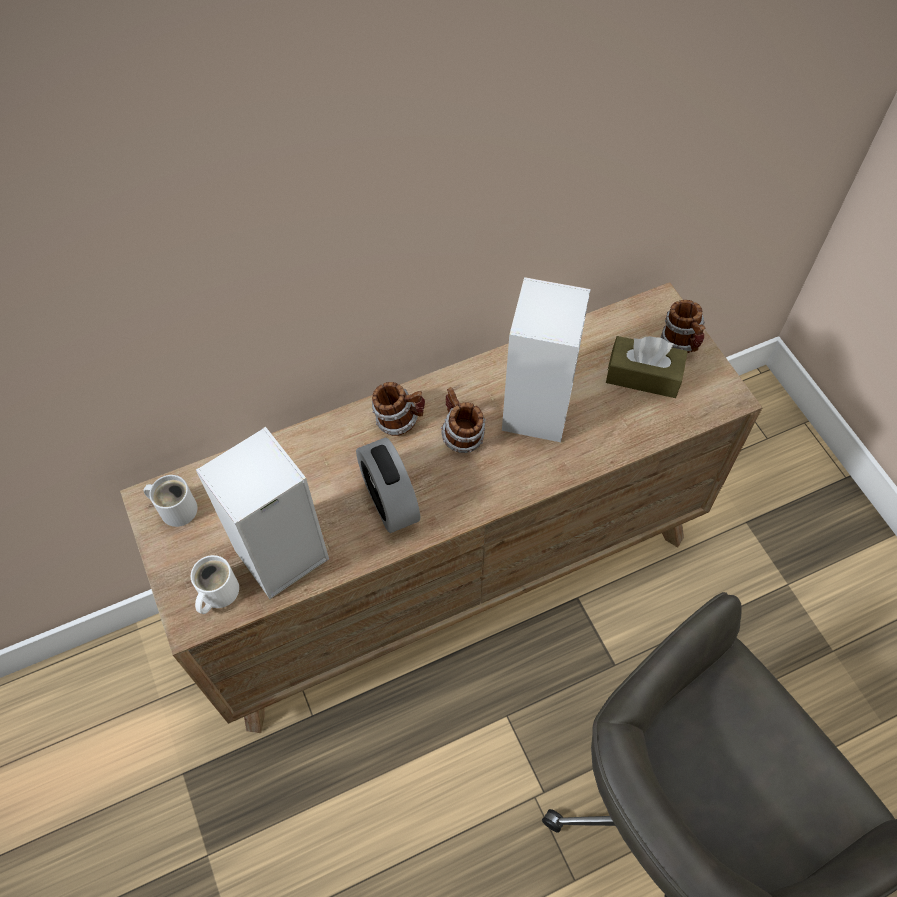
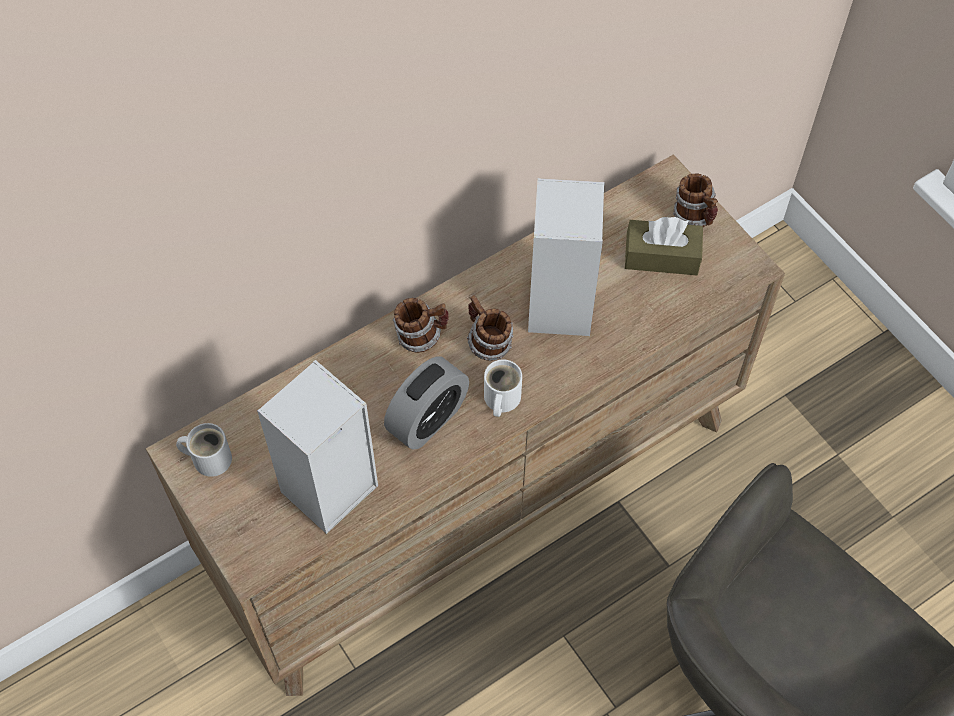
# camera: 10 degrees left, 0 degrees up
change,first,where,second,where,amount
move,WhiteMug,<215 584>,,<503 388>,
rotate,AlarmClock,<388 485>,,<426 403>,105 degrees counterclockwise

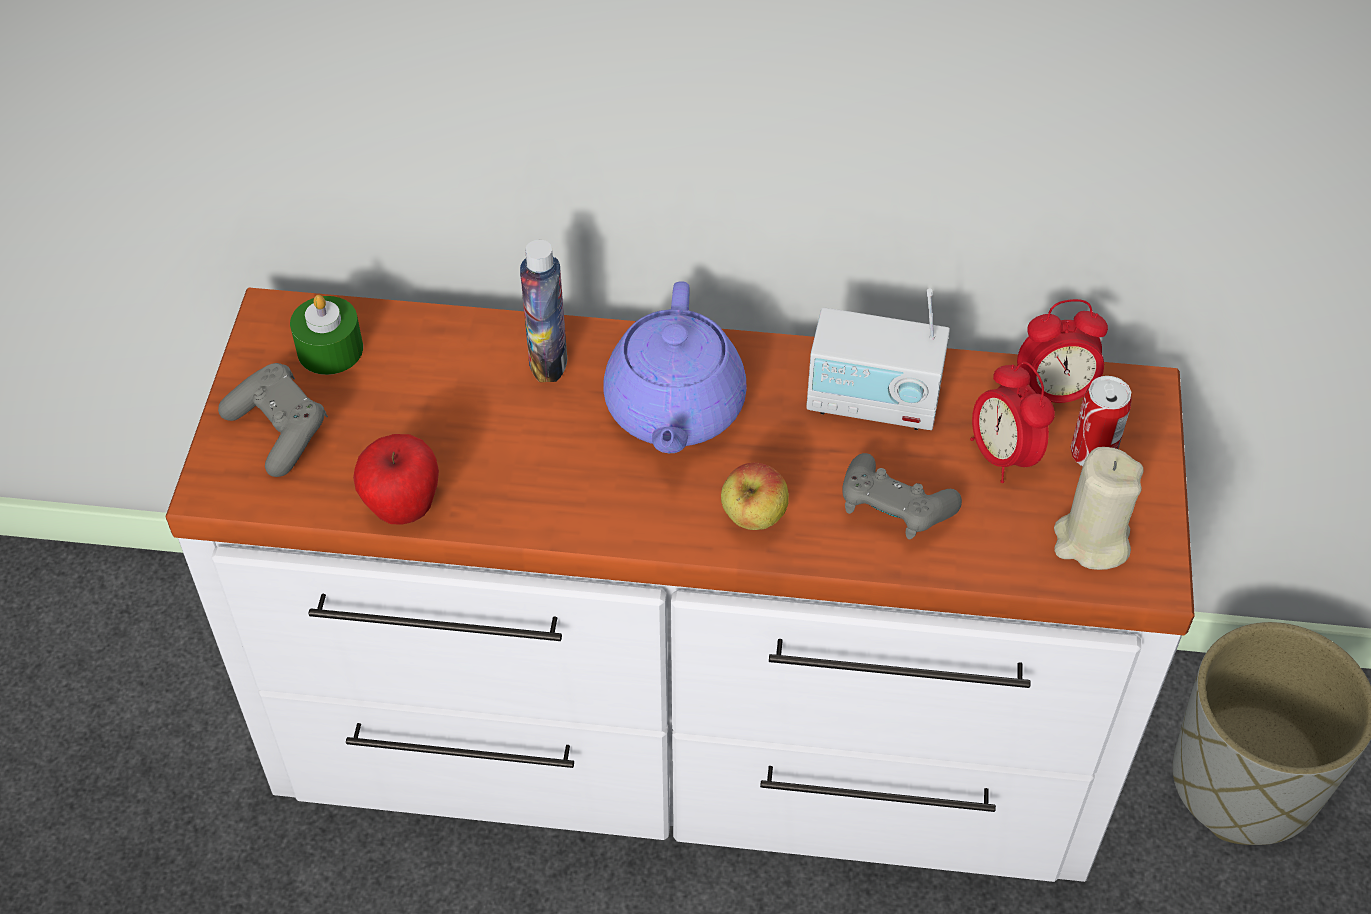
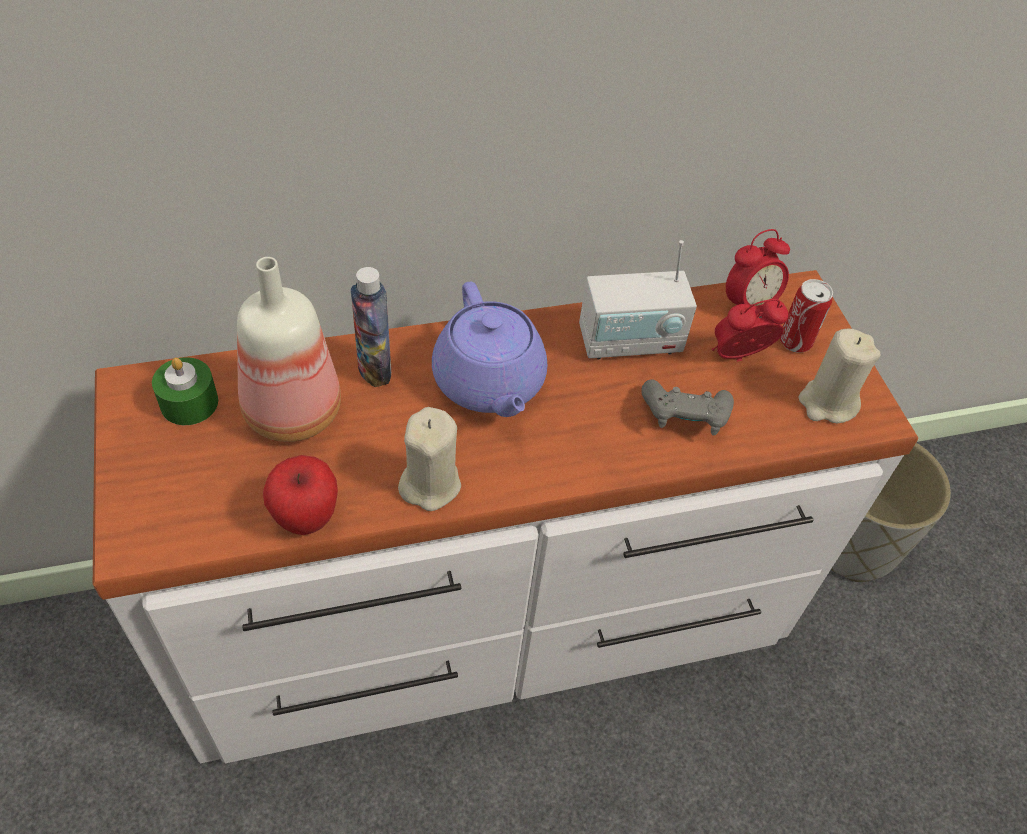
# camera: 25 degrees left, 0 degrees up
change,first,where,second,where,amount
delete,GreyGameController,<273 420>,,,
delete,Apple,<755 496>,,,
rotate,AlarmClock,<1012 422>,,<750 330>,120 degrees clockwise
insert,,,Bottle,<289 349>,
insert,,,BeigeCandle,<429 459>,

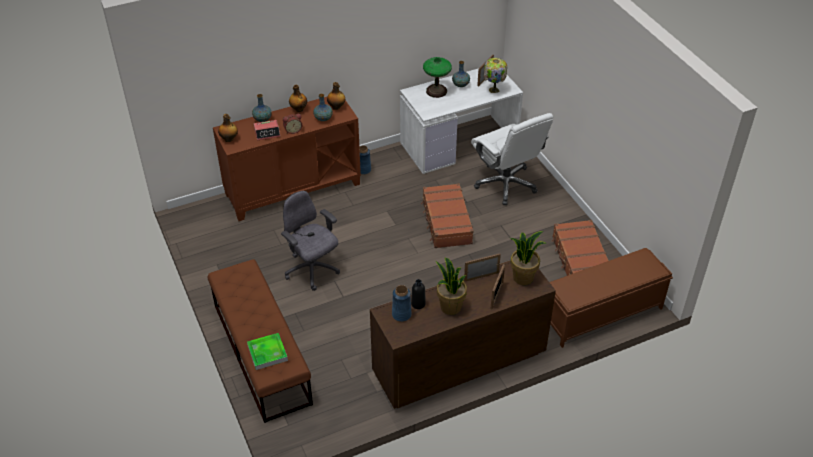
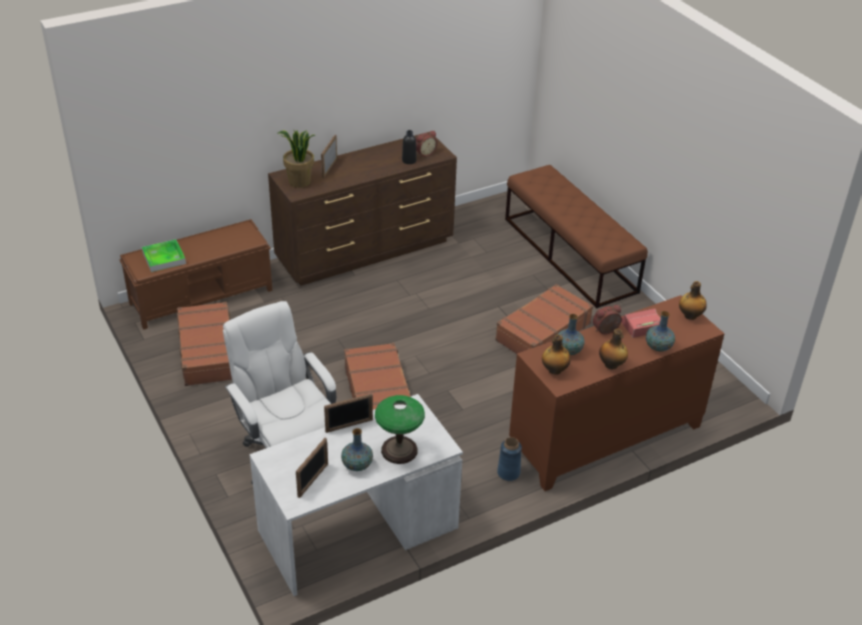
# camera: 175 degrees right, 5 degrees down
change,first,where,second,where,amount
move,Tray,<267 351>,,<164 255>,
replace,GreyOfficeChair,<310 241>,BrownSuitcase,<544 319>,
replace,BlueVase,<402 303>,AlarmClock,<426 144>,
delete,PottedPlant,<451 286>,,,
move,PictureFrame,<482 268>,,<348 413>,
delete,TableLamp,<495 75>,,,

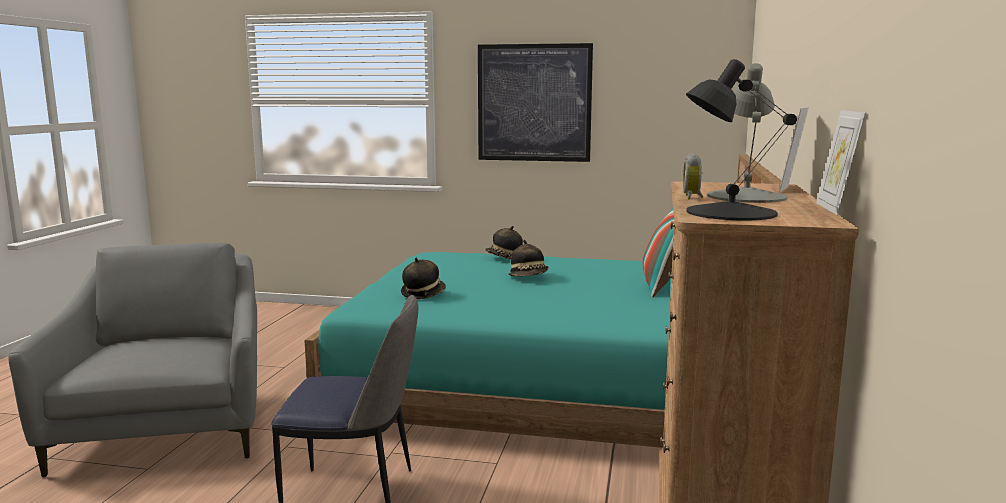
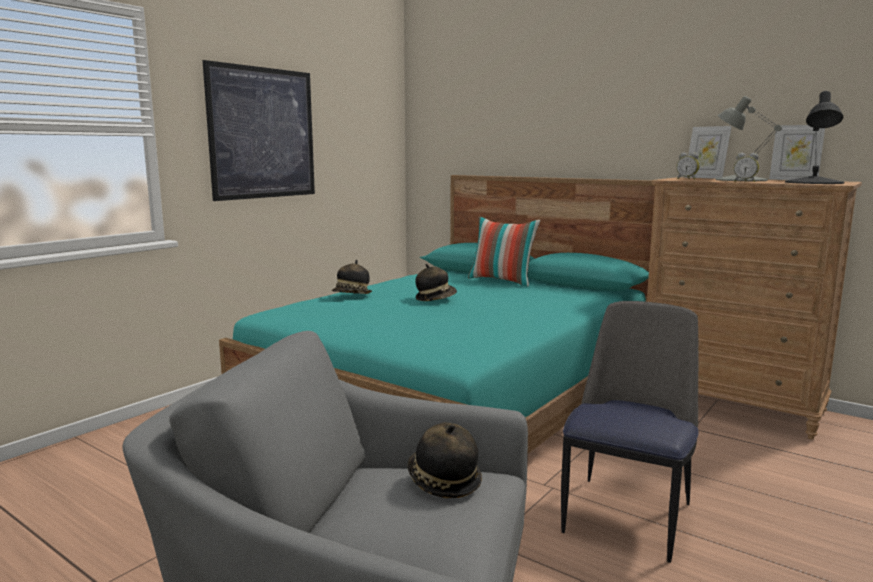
# camera: 65 degrees left, 0 degrees up
change,first,where,second,where,amount
move,Hat,<423 278>,,<445 460>,
insert,,,AlarmClock,<687 166>,

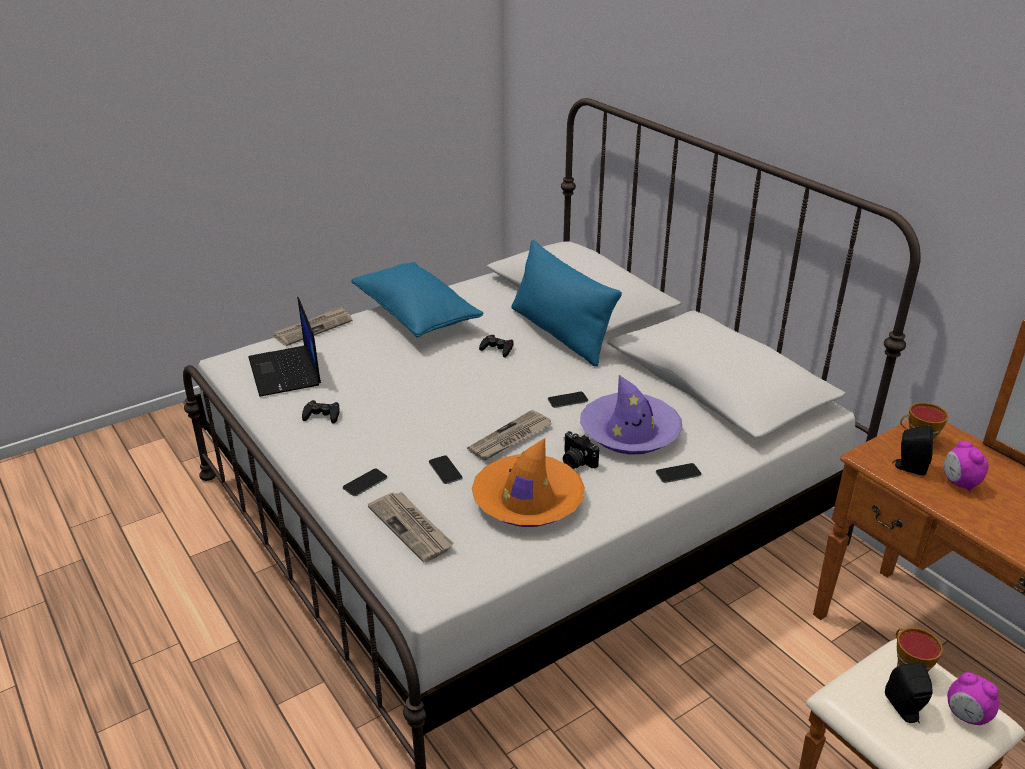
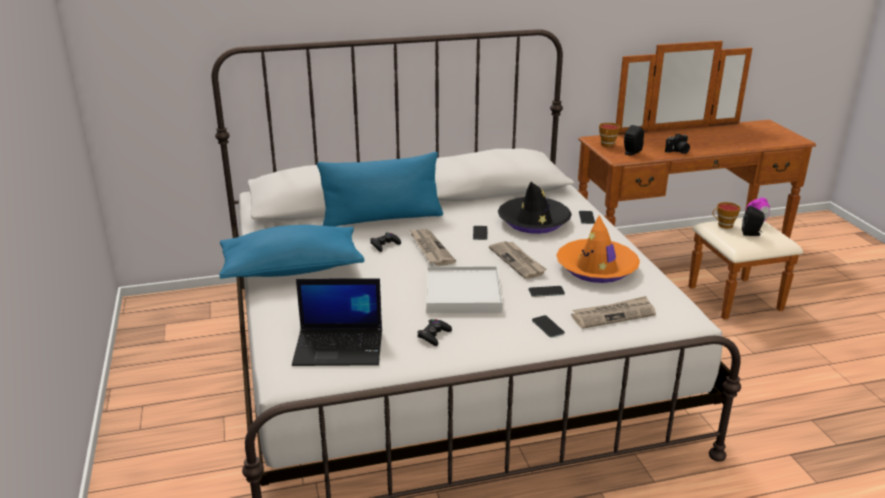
# camera: 70 degrees left, 5 degrees down
change,first,where,second,where,amount
move,Newspaper,<313 326>,,<433 247>,
move,PhotoCamera,<581 450>,,<677 143>,
recolor,PurpleHat,<631 415>,BlackHat,<535 208>,
delete,AlarmClock,<966 466>,,,
insert,,,WhiteTray,<464 289>,

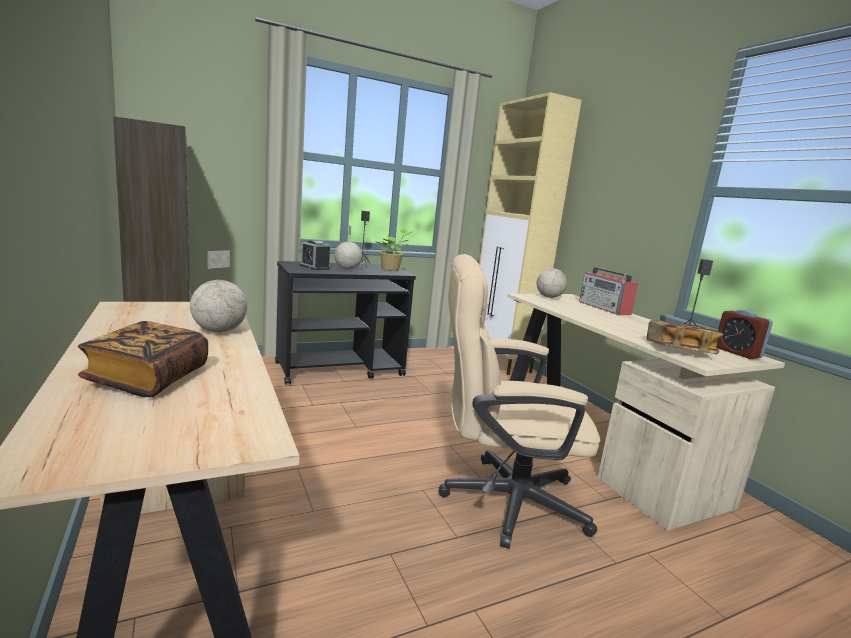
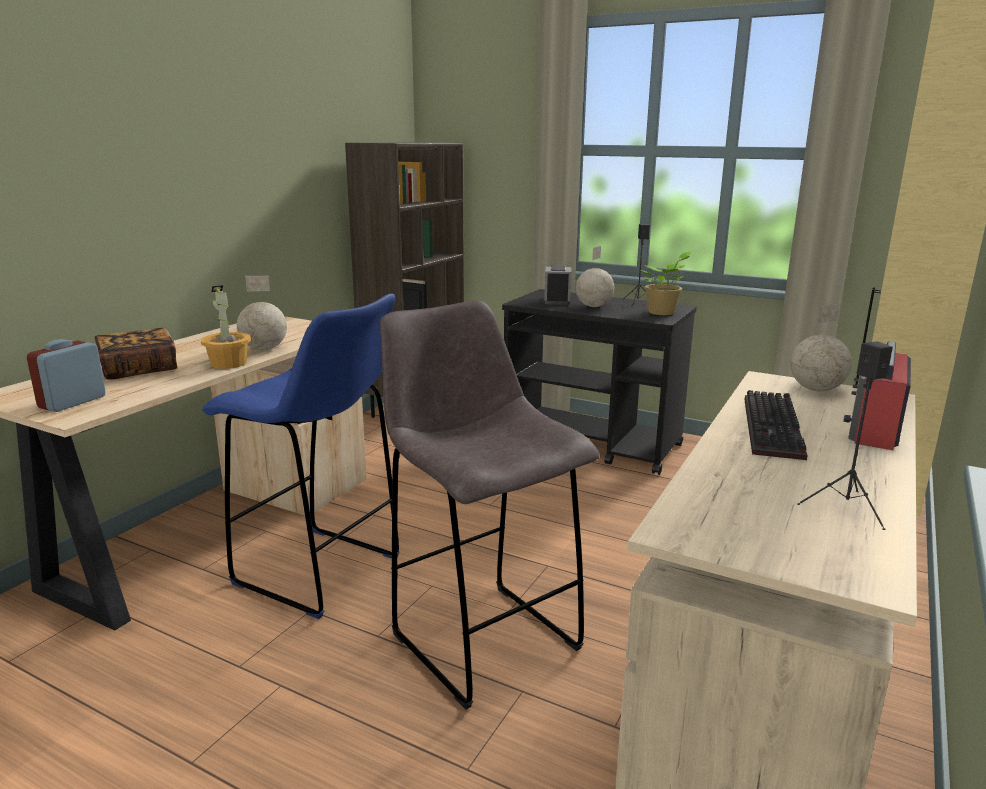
# camera: 55 degrees right, 5 degrees up
change,first,where,second,where,amount
replace,BeigeOfficeChair,<520 401>,GreyStool,<490 504>,
delete,Book,<685 337>,,,
move,AlarmClock,<745 334>,,<66 375>,
insert,,,PottedPlant,<226 327>,
insert,,,BlueStool,<301 456>,
insert,,,Keyboard,<776 425>,

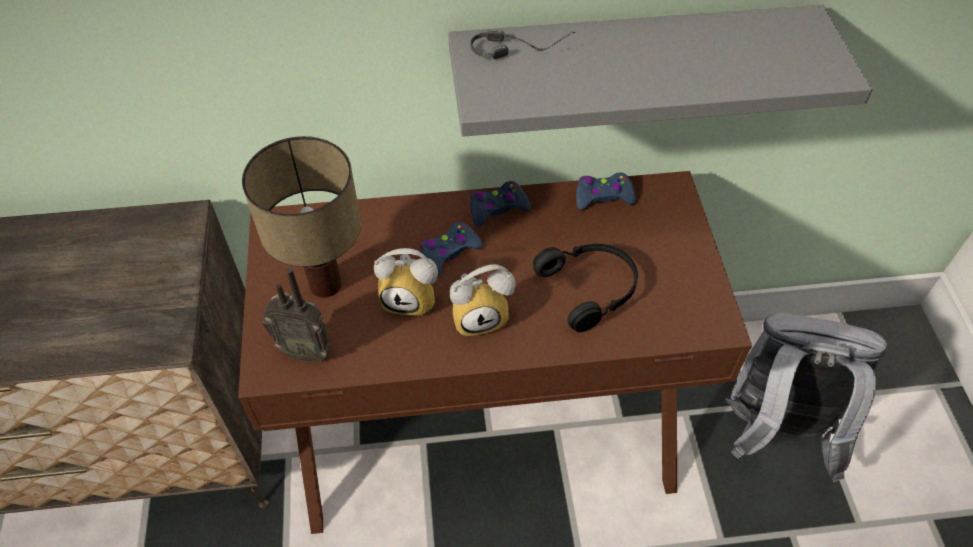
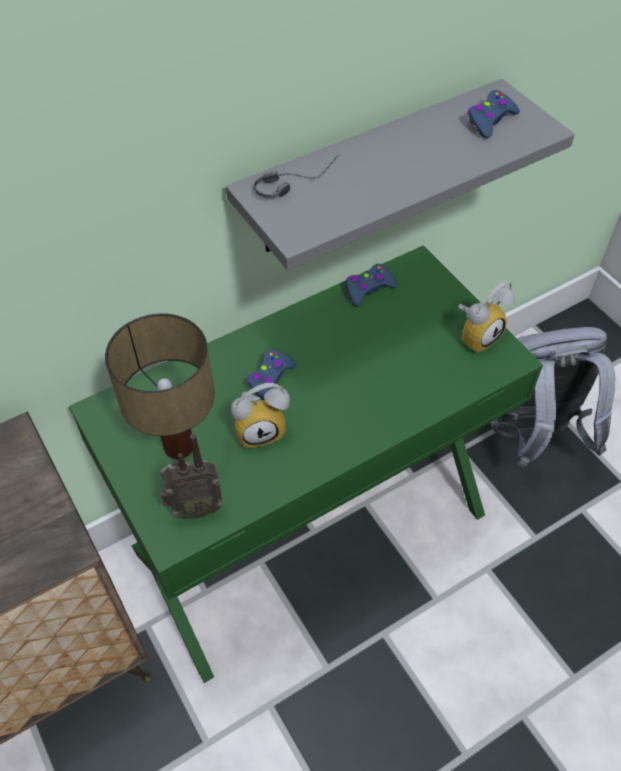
# camera: 25 degrees left, 0 degrees up
change,first,where,second,where,amount
recolor,BrownDesk,<495 352>,GreenDesk,<306 464>,
move,AlarmClock,<483 300>,,<486 316>,
move,BlueGameController,<500 204>,,<493 114>,
delete,BlackHeadphones,<585 288>,,,

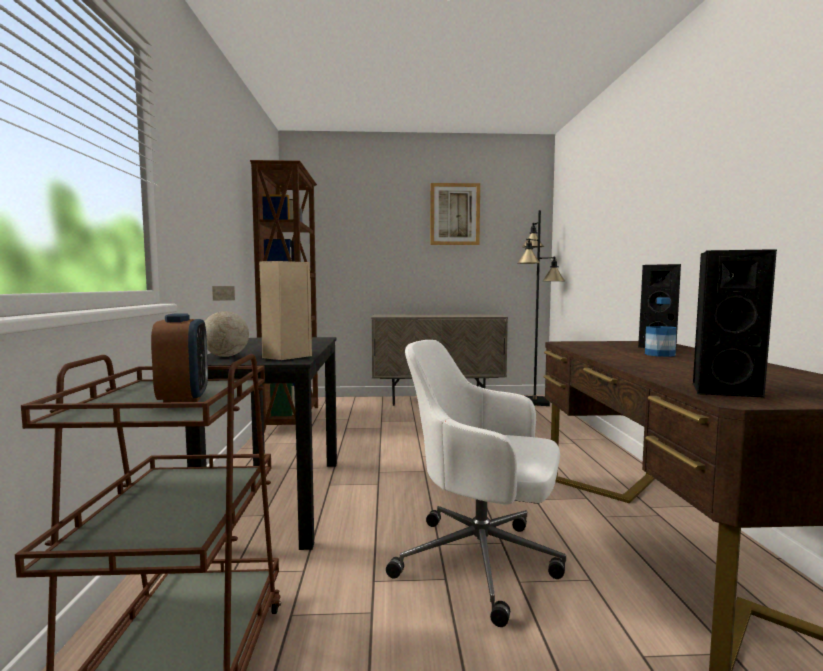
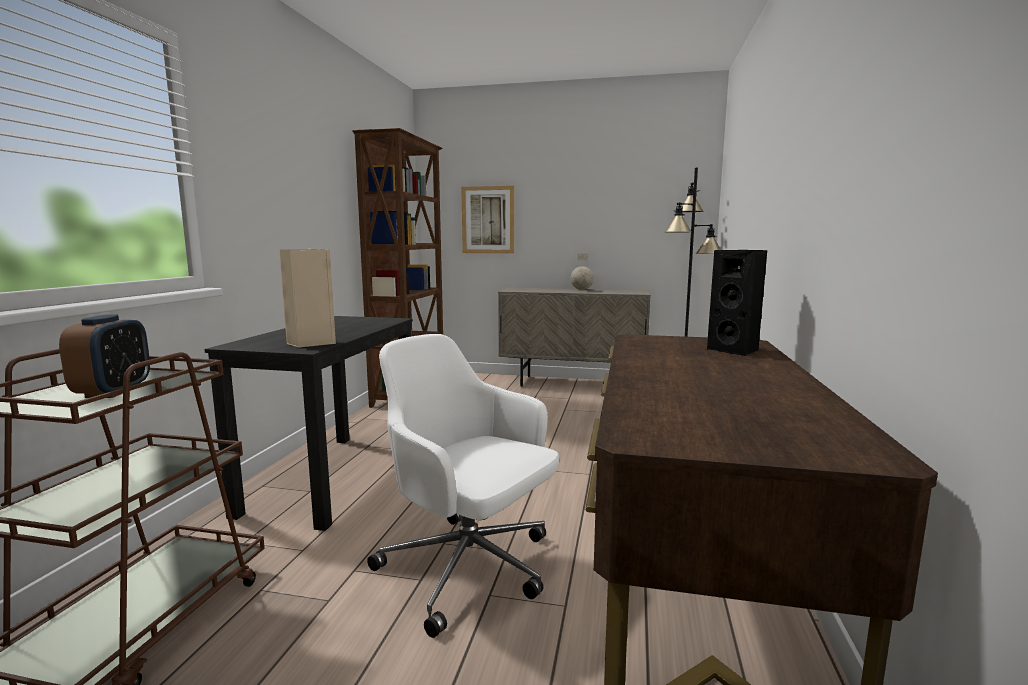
# camera: 15 degrees right, 5 degrees up
change,first,where,second,where,amount
move,Globe,<227 321>,,<582 271>,
move,Picture,<455 214>,,<487 219>,
delete,Bottle,<660 327>,,,
delete,BlackSpeaker,<735 323>,,,

